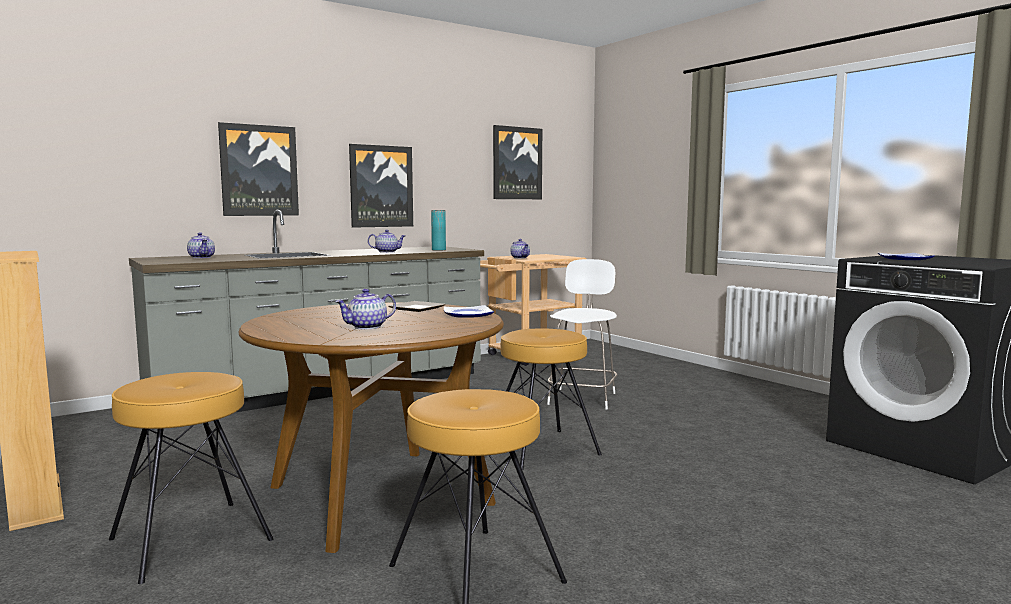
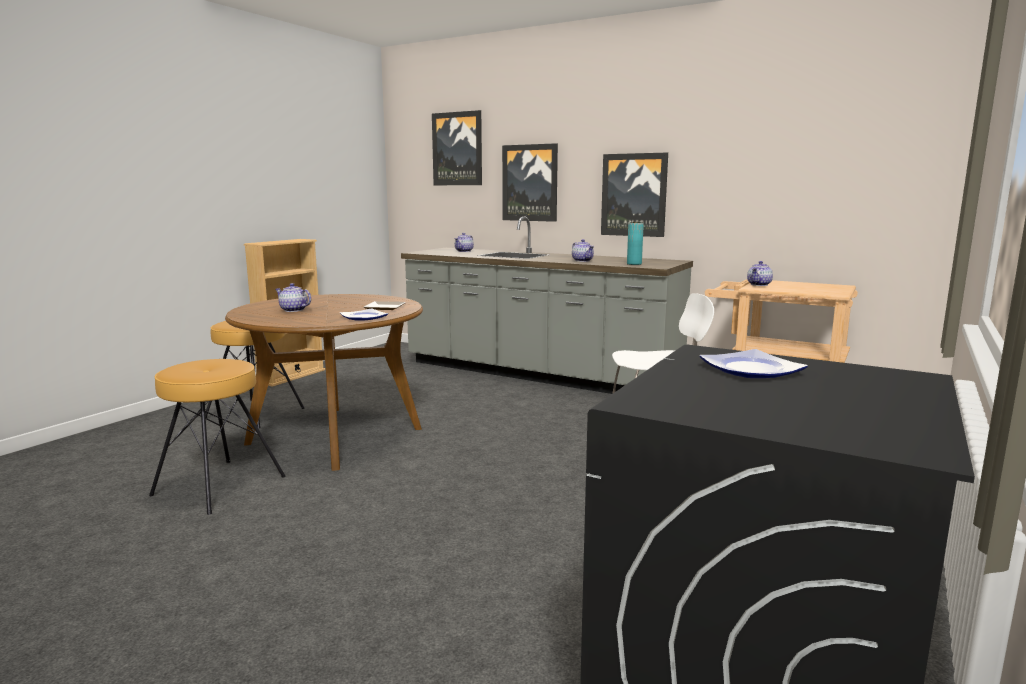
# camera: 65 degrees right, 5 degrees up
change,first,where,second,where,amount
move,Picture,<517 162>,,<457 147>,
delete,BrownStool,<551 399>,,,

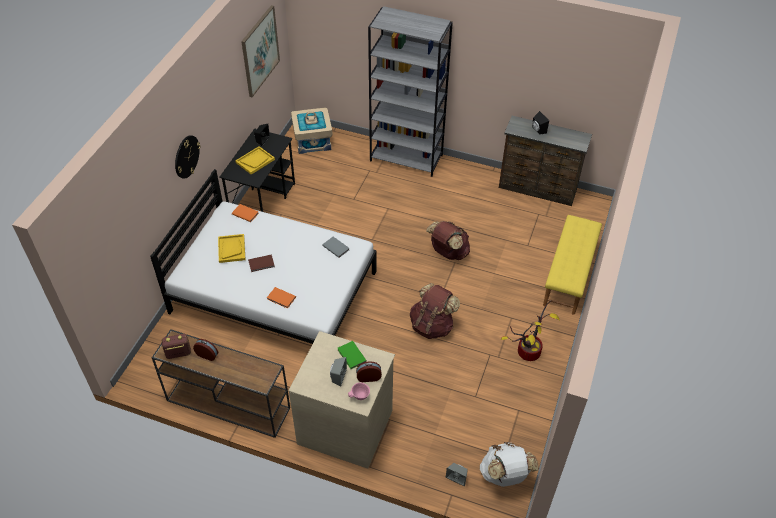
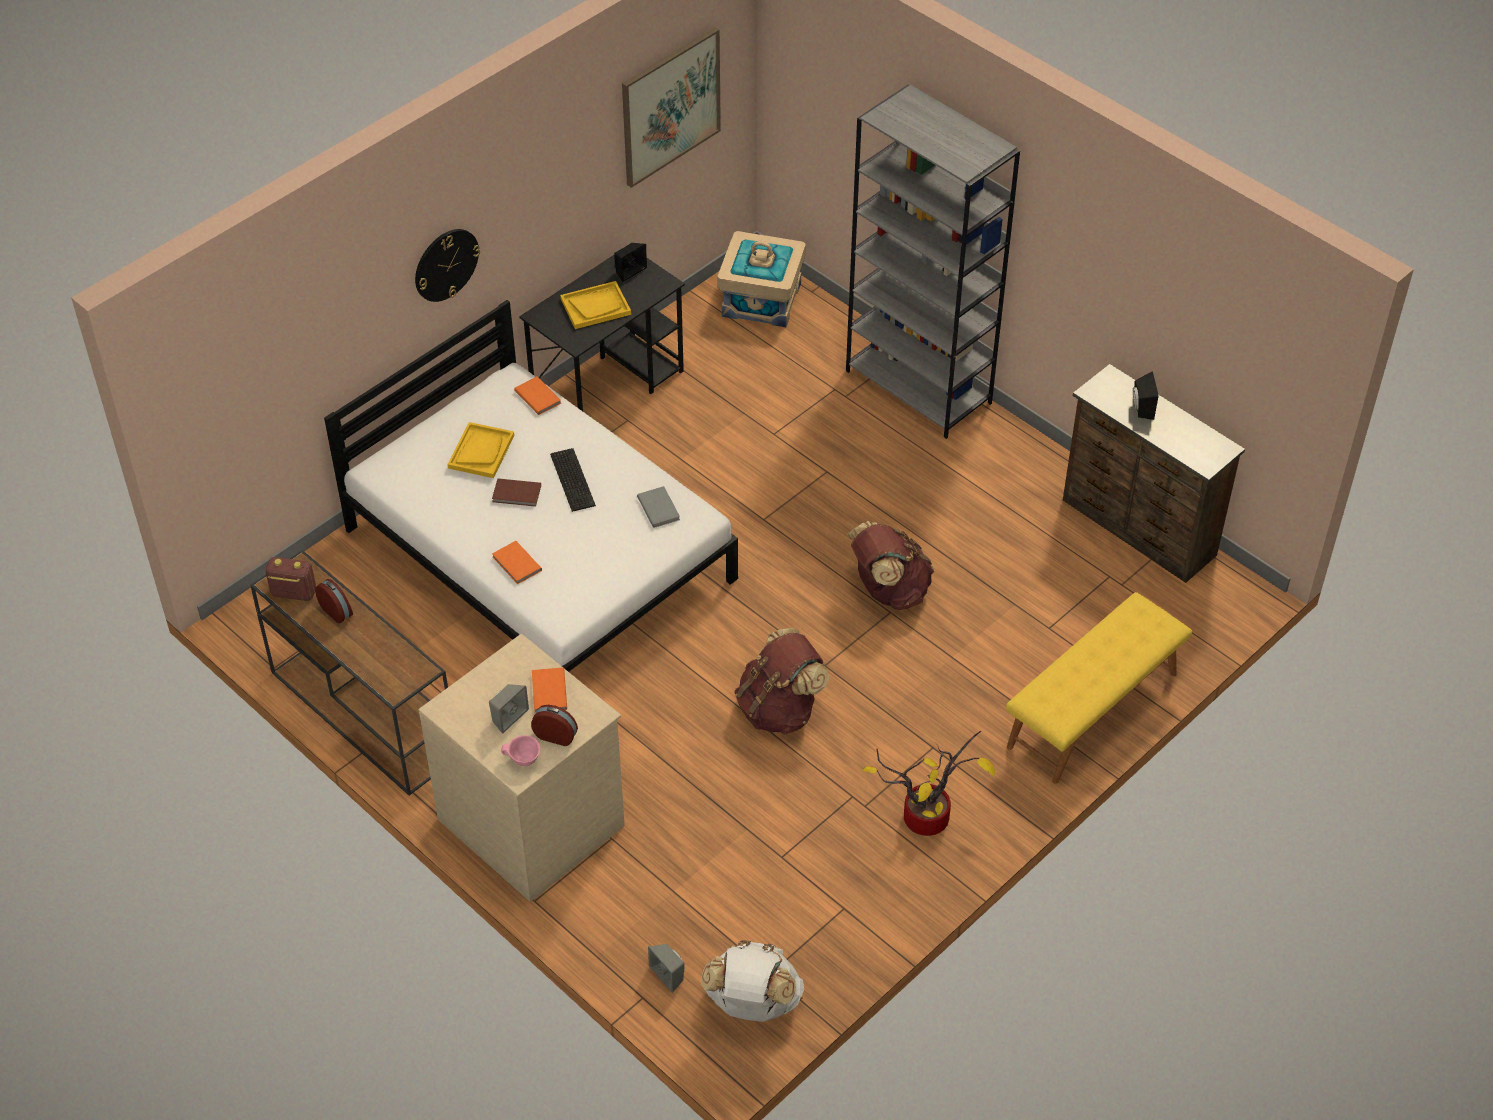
# camera: 25 degrees right, 0 degrees up
change,first,where,second,where,amount
recolor,GreenBook,<352 355>,OrangeBook,<549 690>,
insert,,,Keyboard,<573 480>,

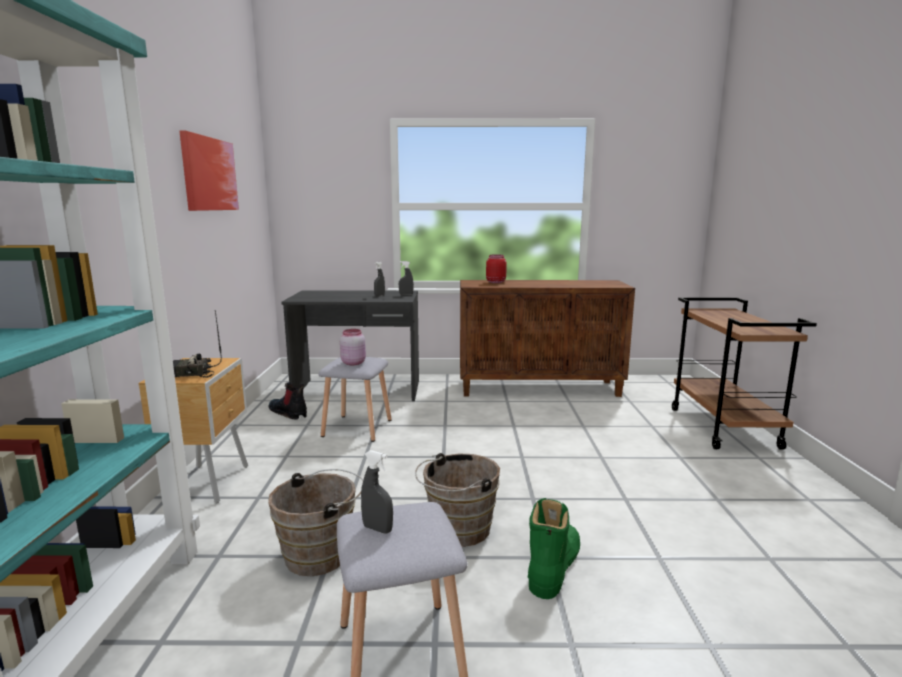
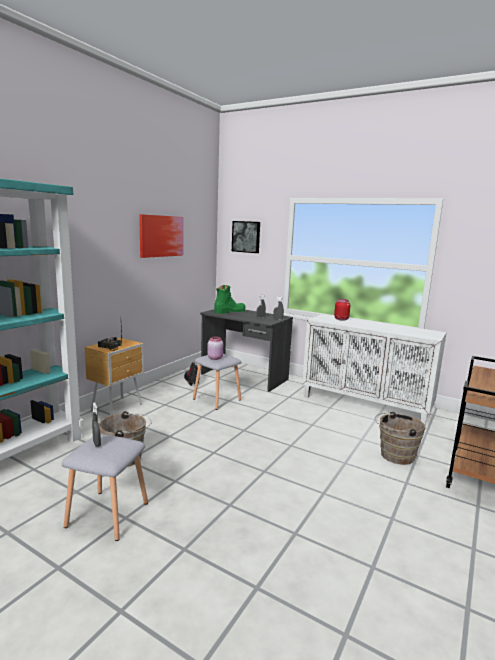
# camera: 30 degrees right, 0 degrees up
change,first,where,second,where,amount
move,BrownBucket,<457 500>,,<400 438>,
recolor,BrownCabinet,<547 338>,WhiteCabinet,<374 369>,
move,GreenBoot,<554 548>,,<230 299>,
insert,,,Picture,<246 237>,

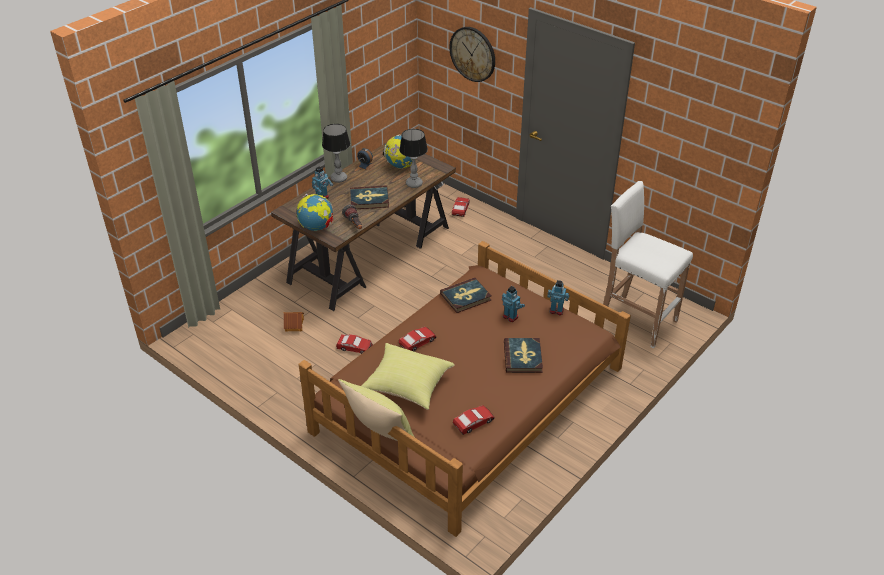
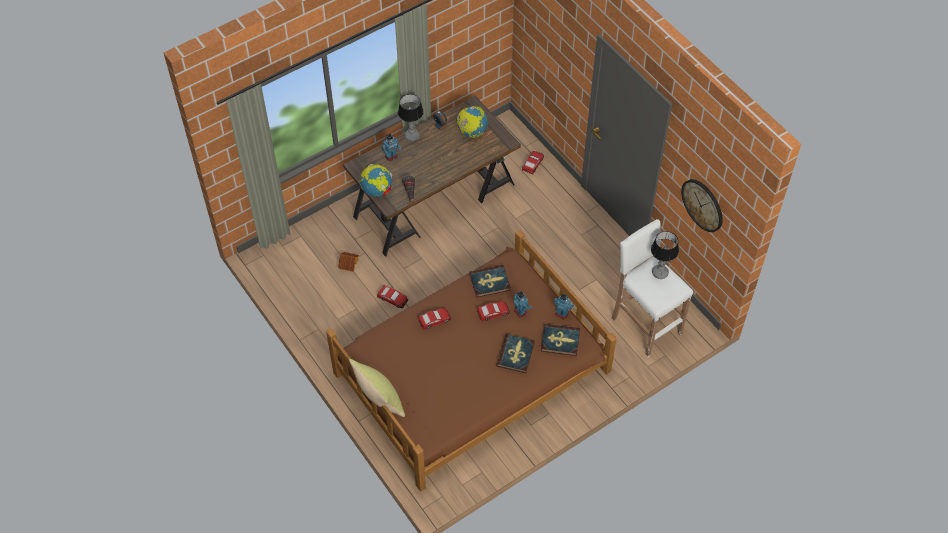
# camera: 15 degrees right, 15 degrees up
change,first,where,second,where,amount
move,Book,<369 197>,,<560 340>,
delete,YellowPillow,<408 376>,,,
move,TableLamp,<413 158>,,<665 255>,
move,WallClock,<472 54>,,<702 205>,
move,ToyCar,<474 420>,,<493 311>,

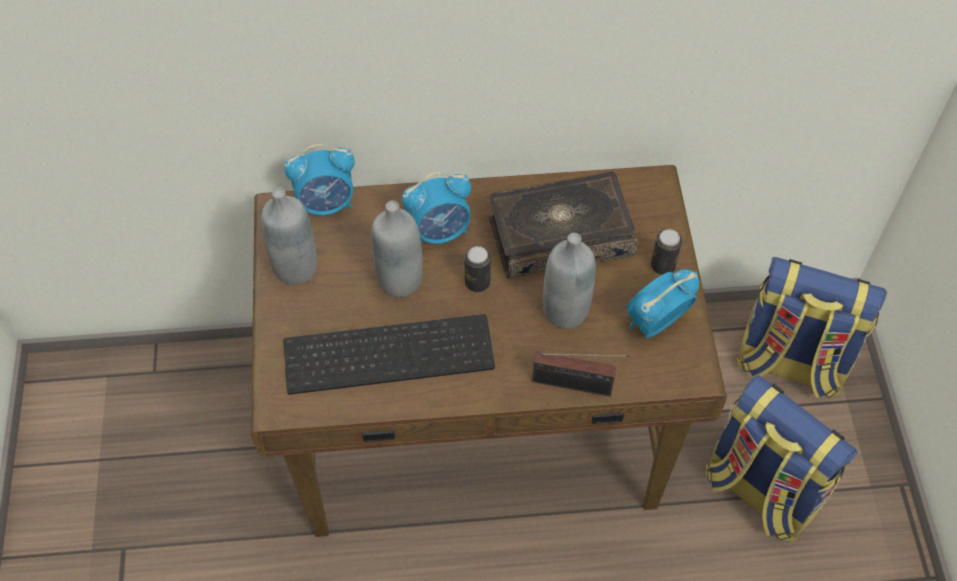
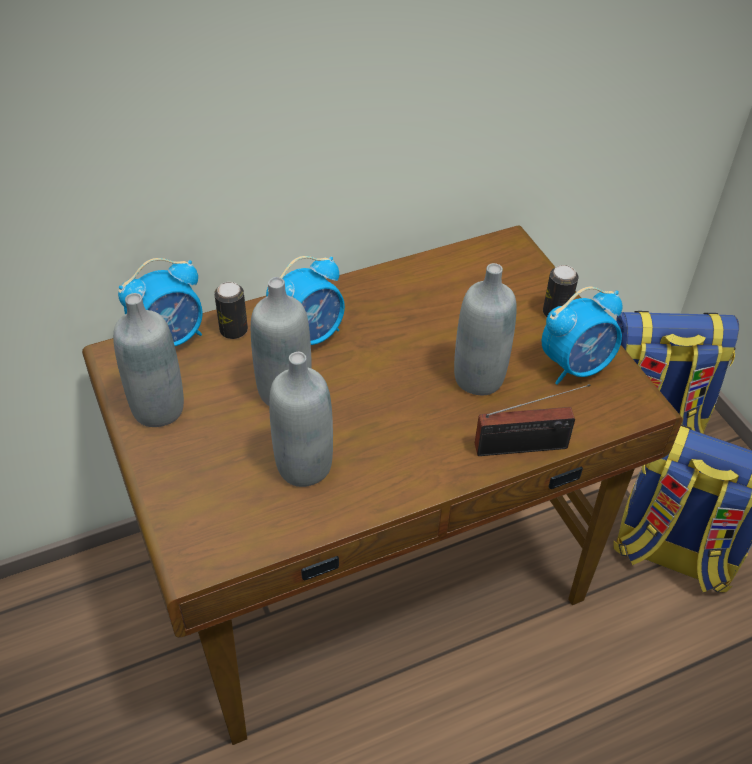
# camera: 20 degrees left, 10 degrees down
change,first,where,second,where,amount
replace,Keyboard,<389 354>,GreyBottle,<301 419>,
move,Can,<477 269>,,<231 310>,
delete,Book,<563 225>,,,
rotate,AlarmClock,<662 303>,,<582 336>,150 degrees counterclockwise

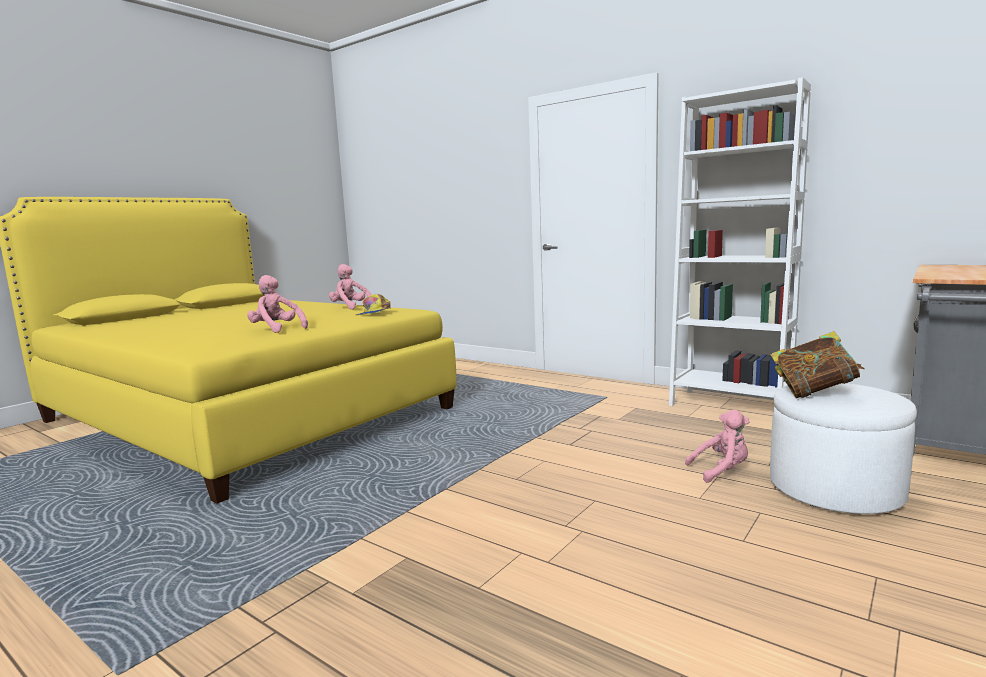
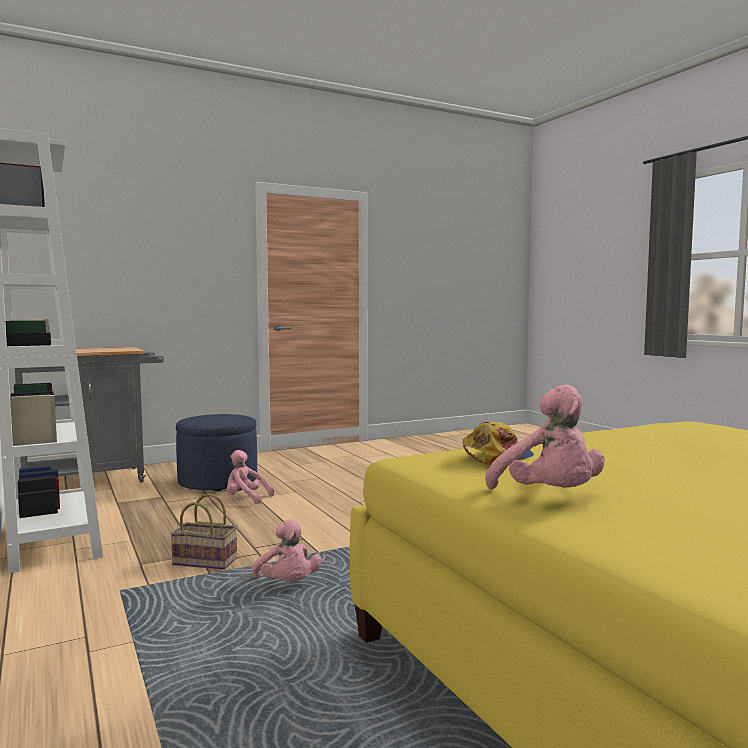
# camera: 155 degrees left, 5 degrees down
change,first,where,second,where,amount
move,PinkPlushToy,<277 304>,,<287 550>,
delete,Book,<817 364>,,,
recolor,WhiteOttoman,<843 448>,BlueOttoman,<216 452>,
insert,,,Basket,<203 531>,

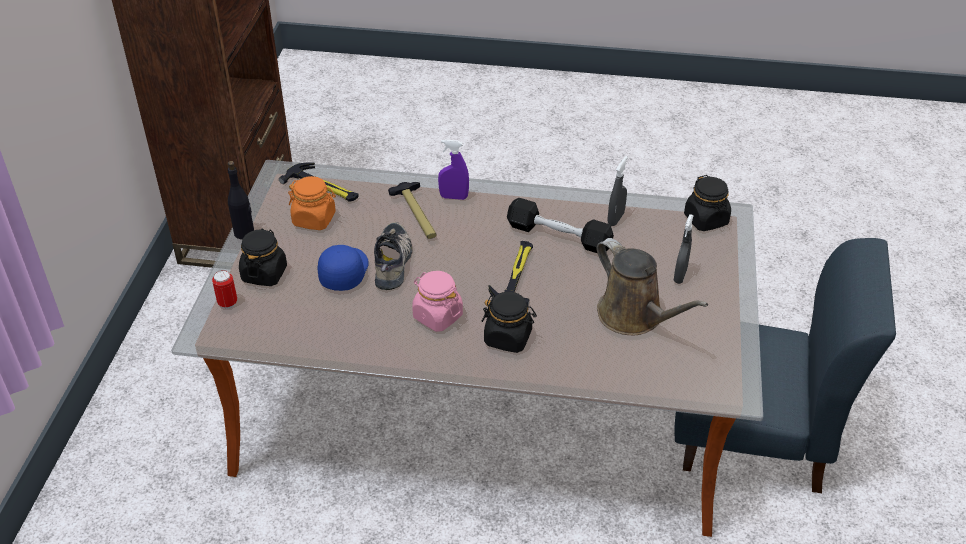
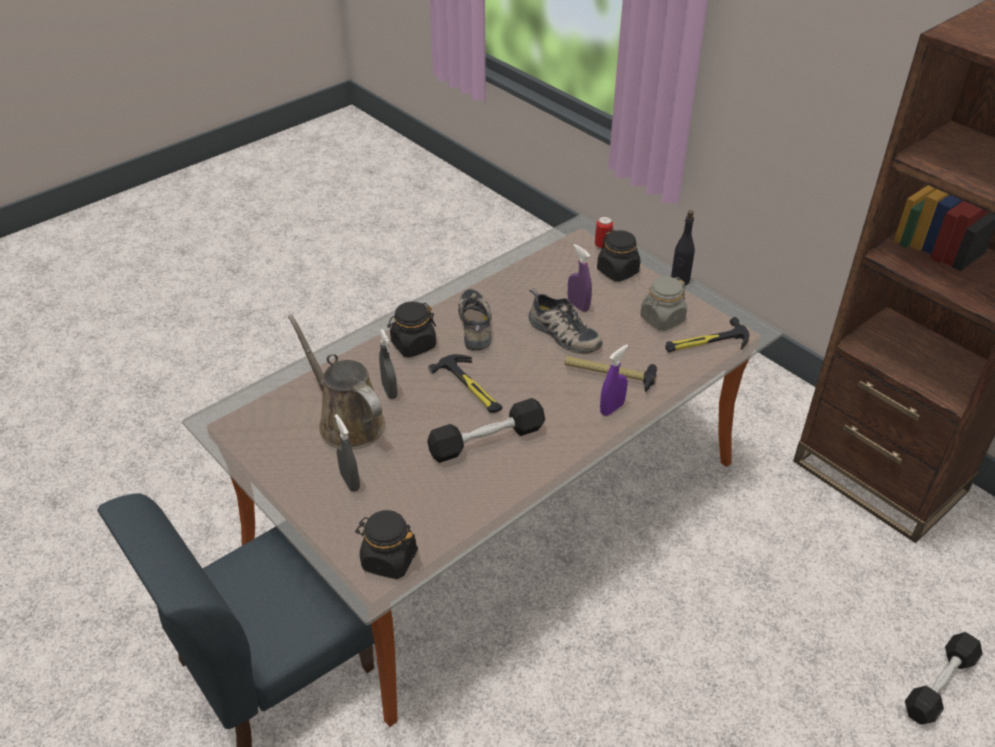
# camera: 130 degrees right, 0 degrees up
change,first,where,second,where,amount
recolor,OrangeJar,<312 203>,GreyJar,<663 304>,
replace,BlueCap,<343 268>,PurpleSprayBottle,<580 278>,
replace,PinkJar,<437 301>,Shoe,<474 319>,
rotate,BrownWateringCan,<652 286>,,<336 381>,45 degrees clockwise
move,GreySprayBottle,<618 191>,,<388 364>,
insert,,,BlackDumbbell,<944 678>,

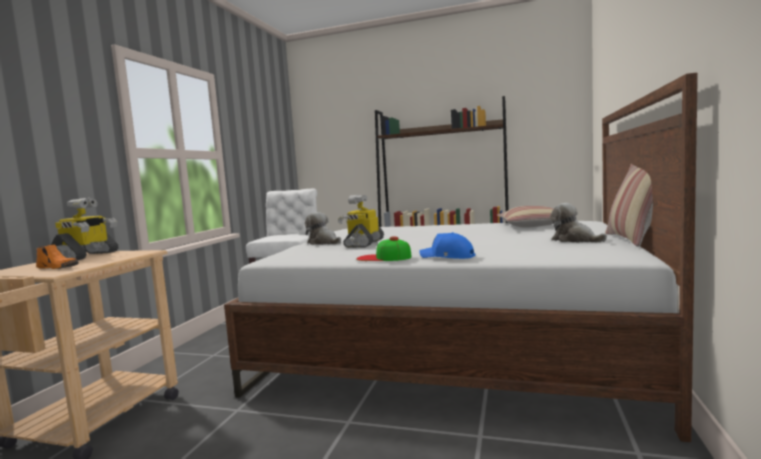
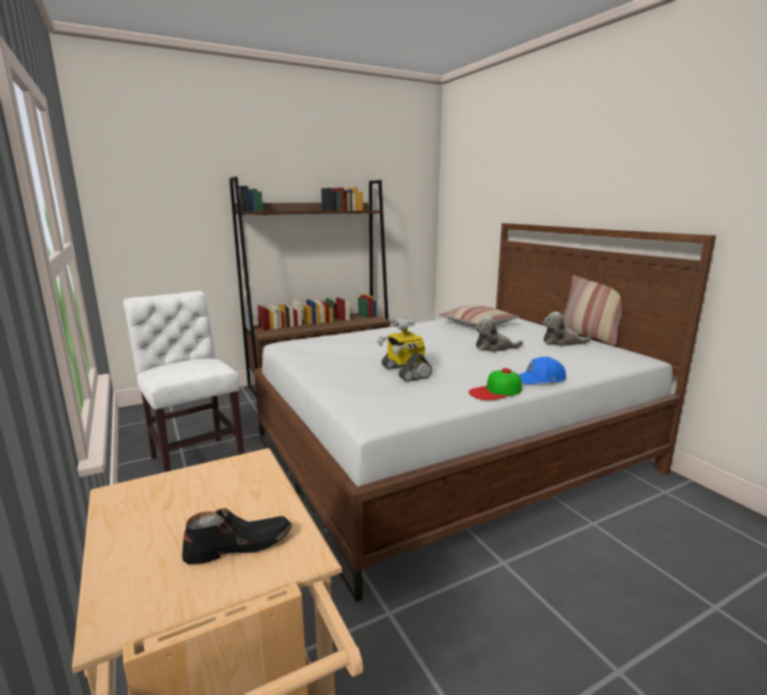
# camera: 45 degrees left, 10 degrees up
change,first,where,second,where,amount
recolor,OrangeShoe,<57 257>,BlackShoe,<236 536>,
delete,ToyRobot,<84 229>,,,
move,PlushToy,<323 228>,,<498 334>,

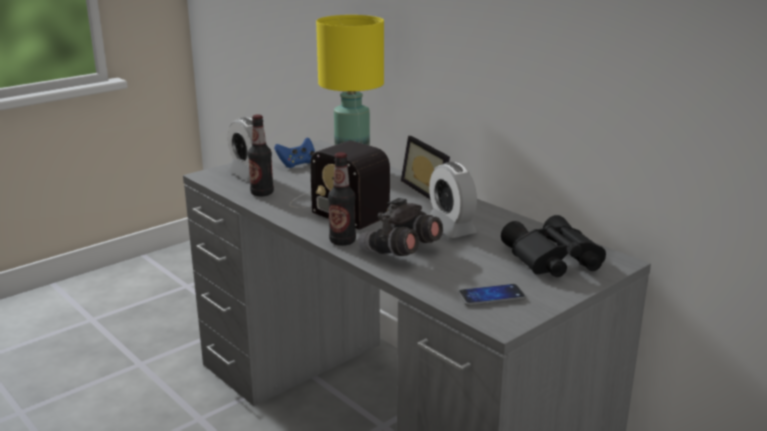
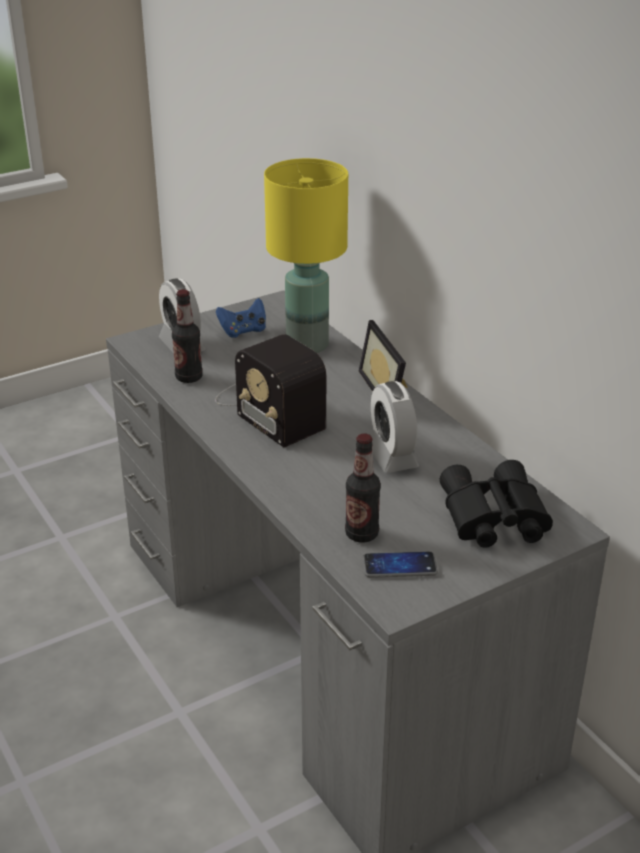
# camera: 10 degrees right, 10 degrees up
change,first,where,second,where,amount
move,Bottle,<342 199>,,<363 488>,
delete,GreyBinoculars,<400 227>,,,

